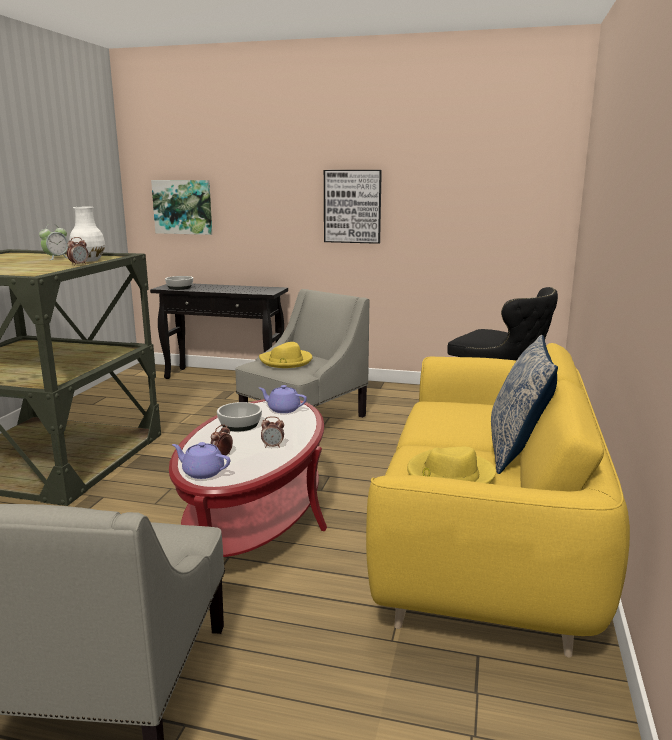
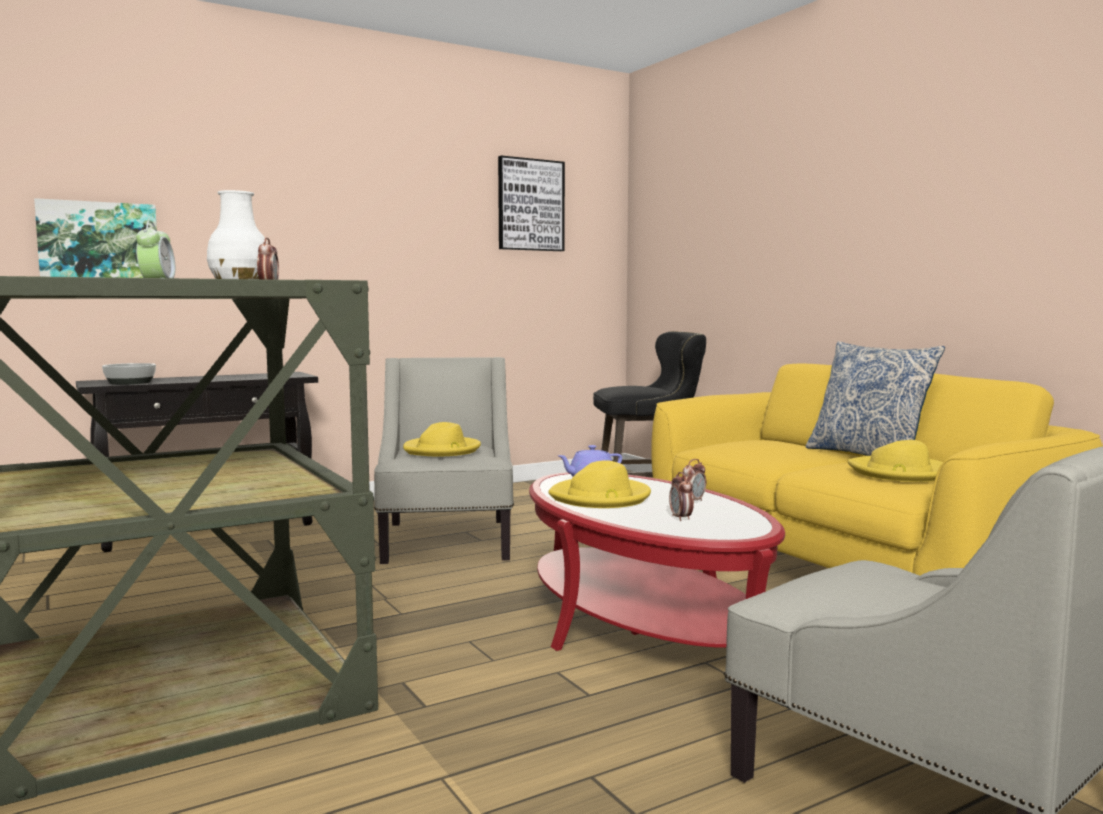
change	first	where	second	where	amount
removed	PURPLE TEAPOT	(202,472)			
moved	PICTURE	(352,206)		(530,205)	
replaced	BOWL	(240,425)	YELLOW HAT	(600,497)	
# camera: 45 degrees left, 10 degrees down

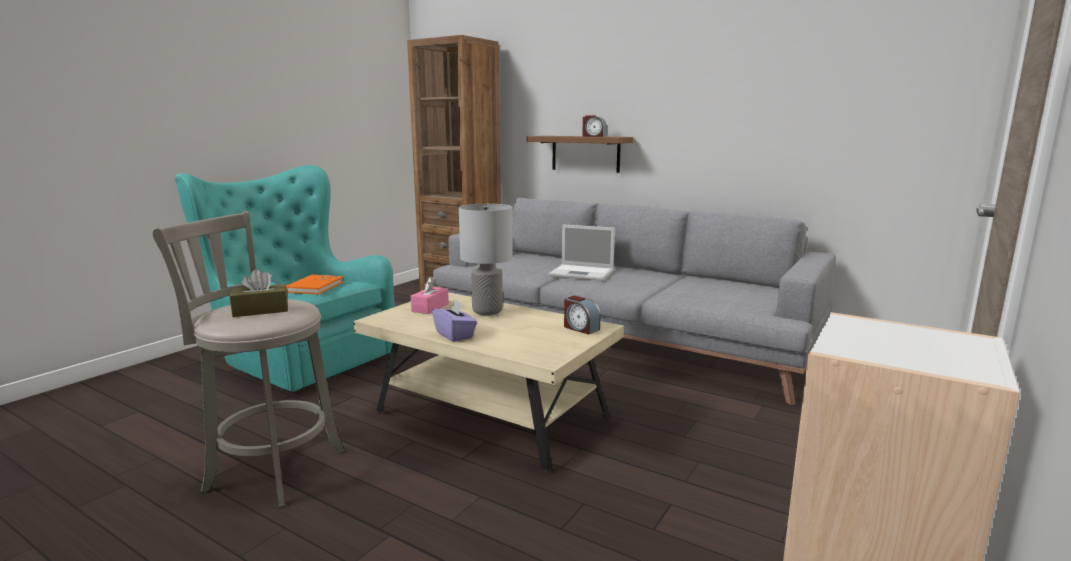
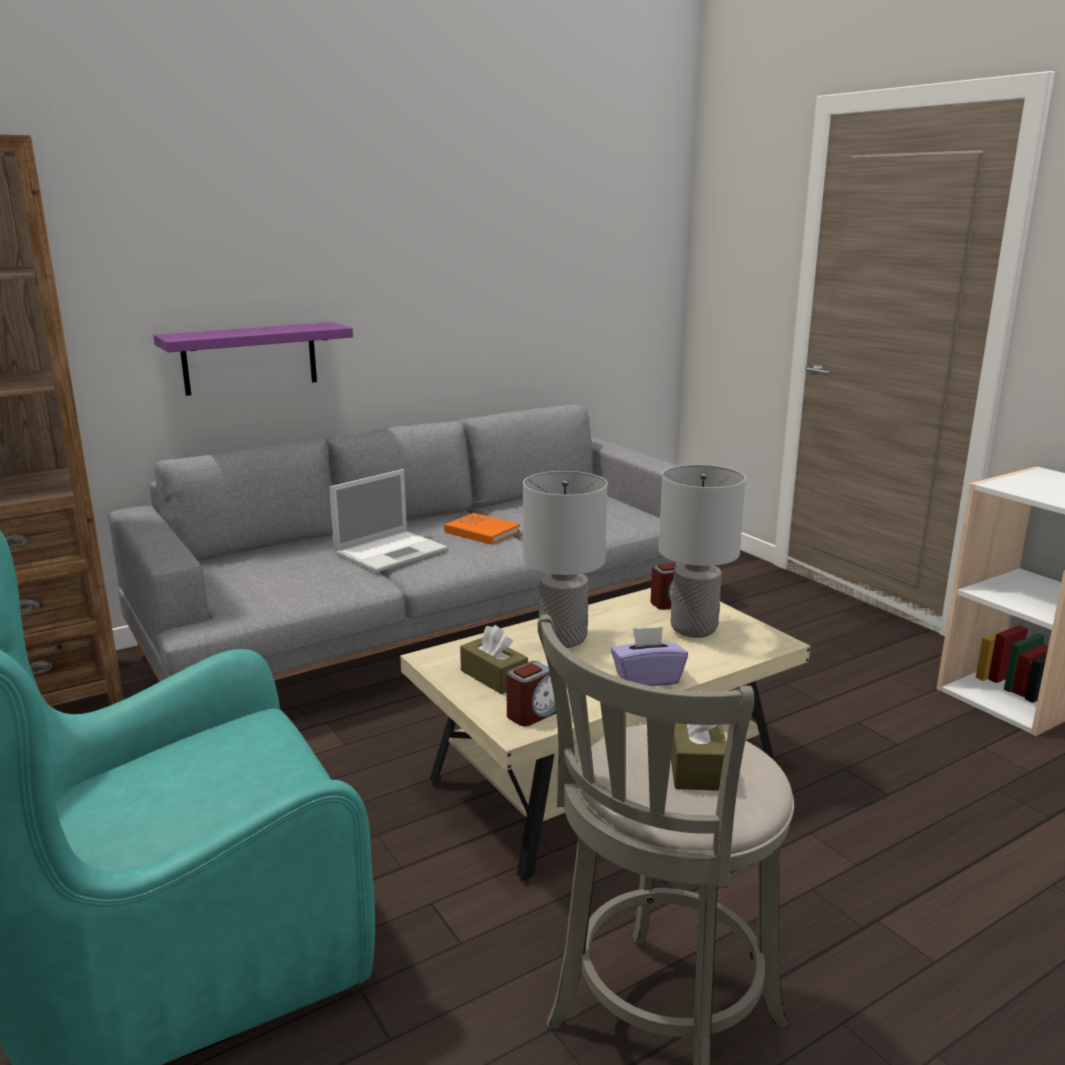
change	first	where	second	where	amount
added			GREY TABLE LAMP	(694,632)	
moved	ORANGE BOOK	(315,287)		(482,532)	
moved	ALARM CLOCK	(594,136)		(535,712)	
recoloured	PINK TISSUE BOX	(430,307)	BROWN TISSUE BOX	(494,677)	
recoloured	BROWN SHELF	(585,153)	PURPLE SHELF	(250,358)	
# camera: 65 degrees left, 5 degrees up

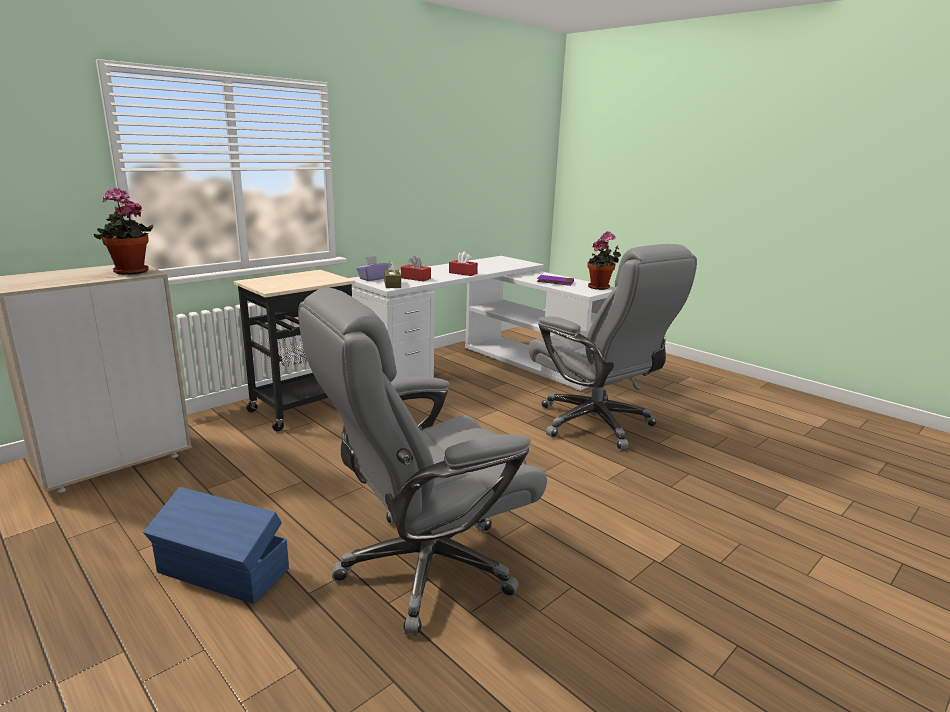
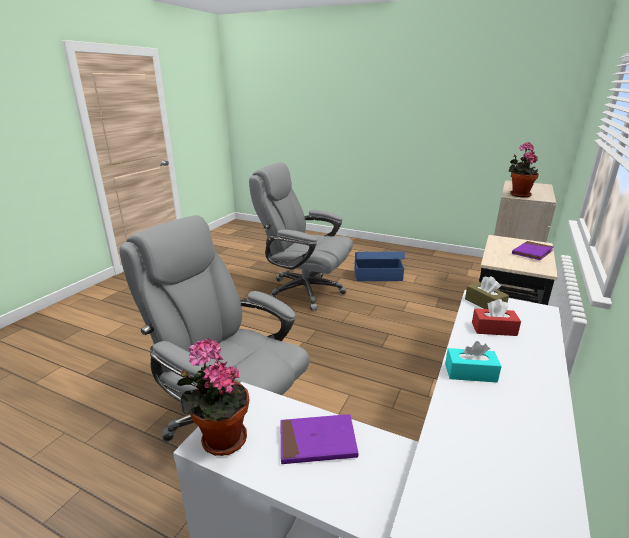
change	first	where	second	where	amount
removed	PURPLE TISSUE BOX	(372,278)			
added			PURPLE BOOK	(532,252)	
recoloured	RED TISSUE BOX	(463,273)	TURQUOISE TISSUE BOX	(470,373)	
turned	GREY OFFICE CHAIR	(427,567)		(305,291)	105 degrees counterclockwise
# camera: 160 degrees right, 5 degrees up

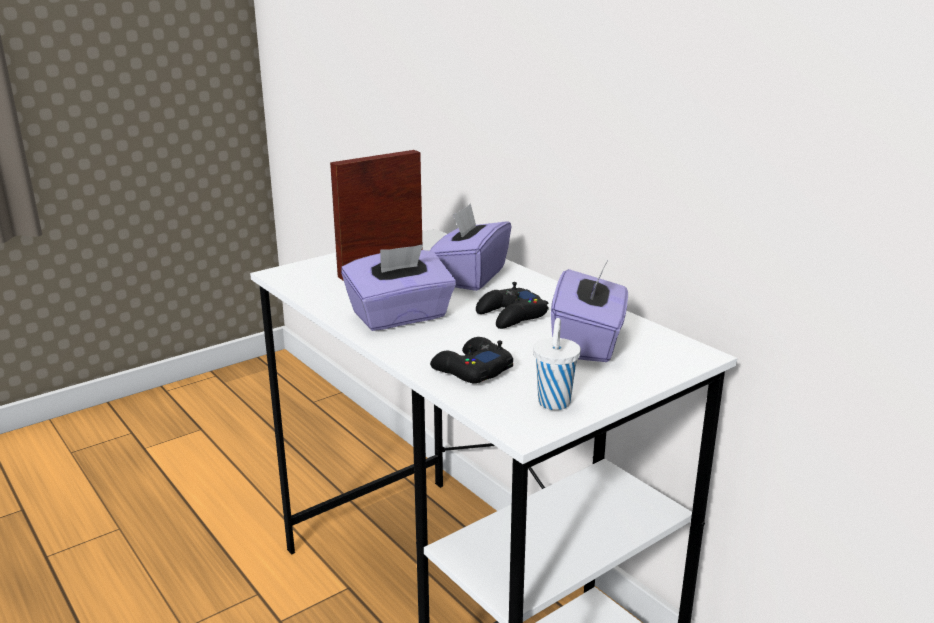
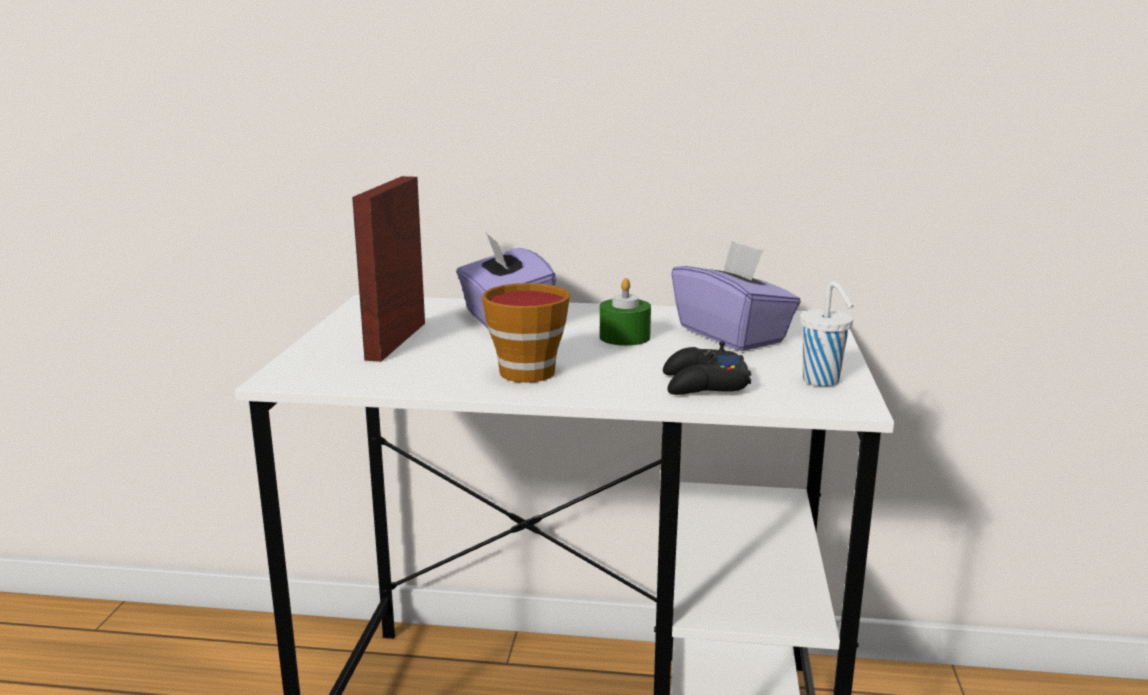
change	first	where	second	where	amount
replaced	PURPLE TISSUE BOX	(400,317)	CUP	(530,370)	
replaced	BLACK GAME CONTROLLER	(511,316)	GREEN CANDLE	(624,337)	
# camera: 45 degrees left, 5 degrees down

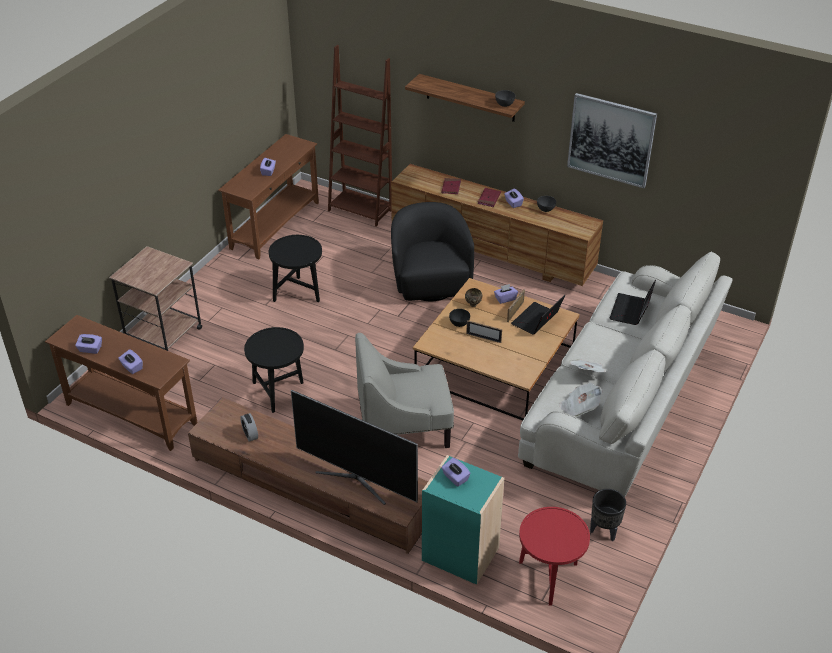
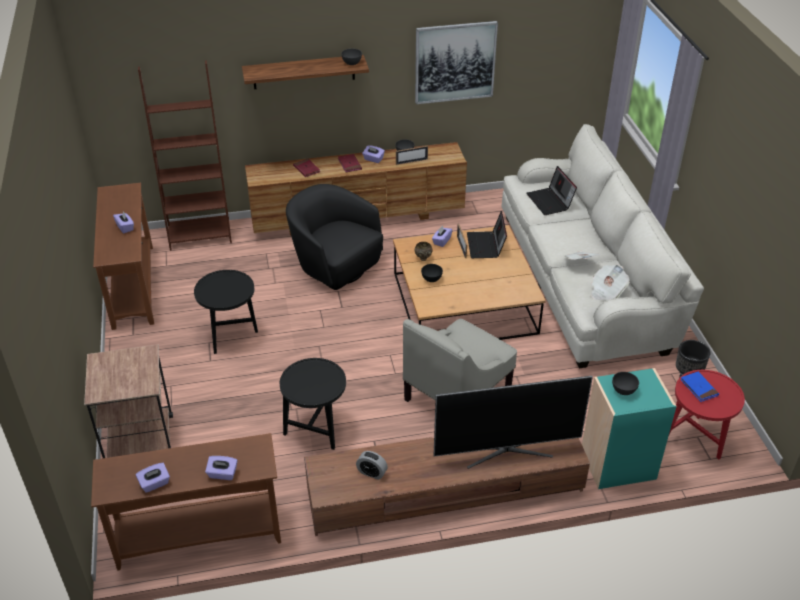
change	first	where	second	where	amount
added			BLUE BOOK	(699,388)	
moved	PICTURE FRAME	(483,338)		(411,161)	
replaced	PURPLE TISSUE BOX	(455,478)	GREY BOWL	(623,390)	
# camera: 40 degrees left, 0 degrees up

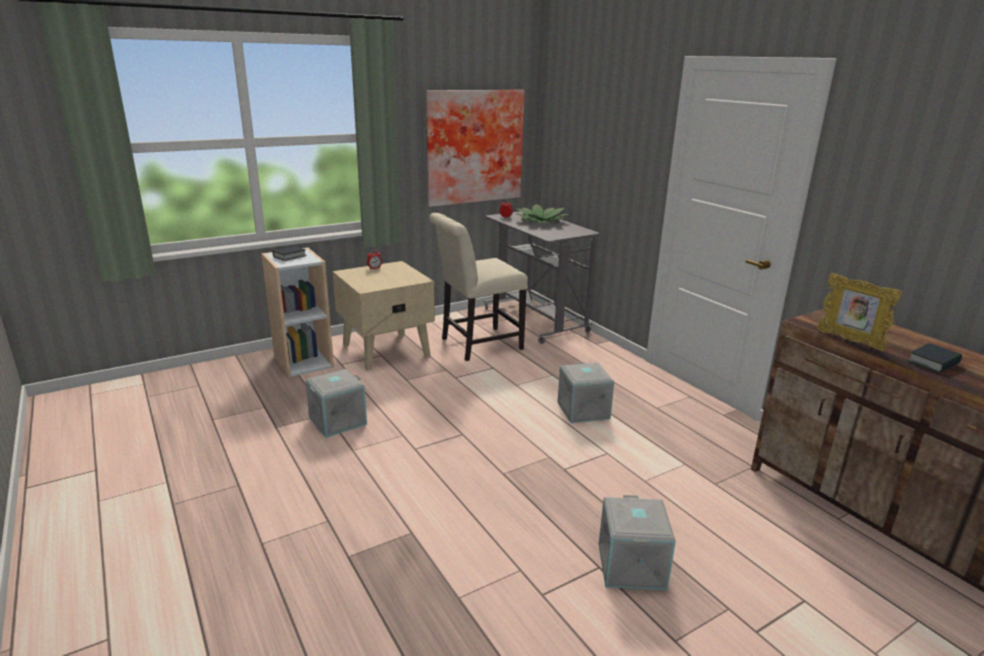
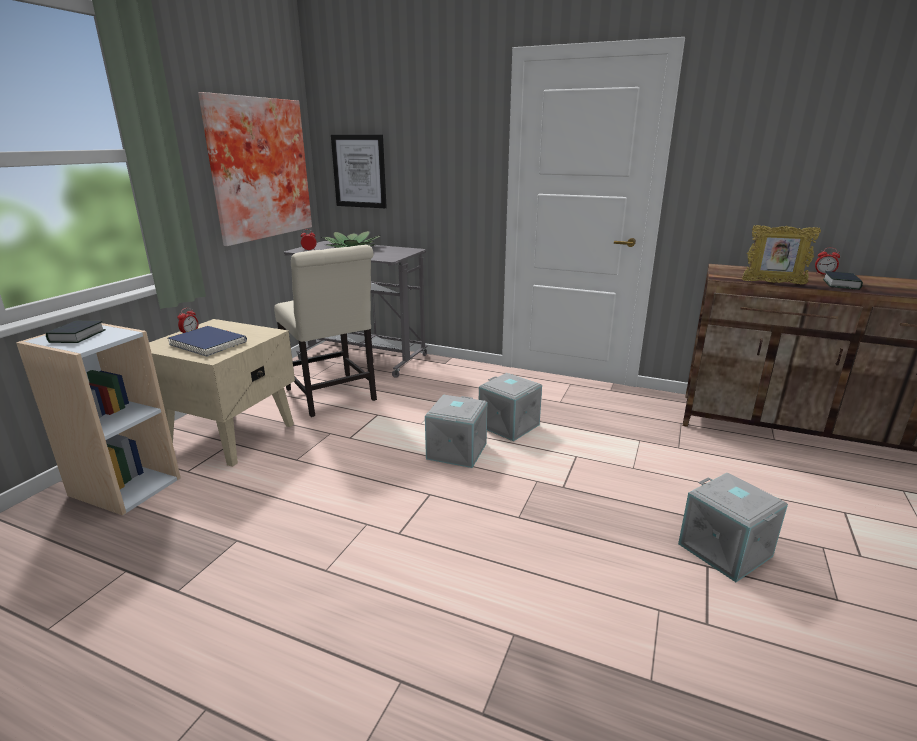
change	first	where	second	where	amount
added			BLUE BOOK	(208,344)	
added			PICTURE	(359,171)	
added			ALARM CLOCK	(824,274)	
moved	GREY STORAGE BOX	(337,420)		(456,450)	
turned	BEIGE CHAIR	(476,345)		(332,397)	60 degrees counterclockwise
# camera: 35 degrees left, 0 degrees up

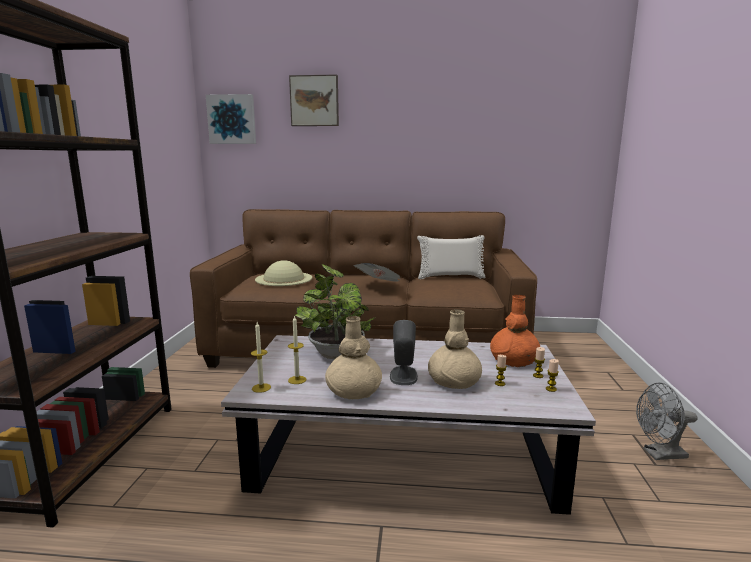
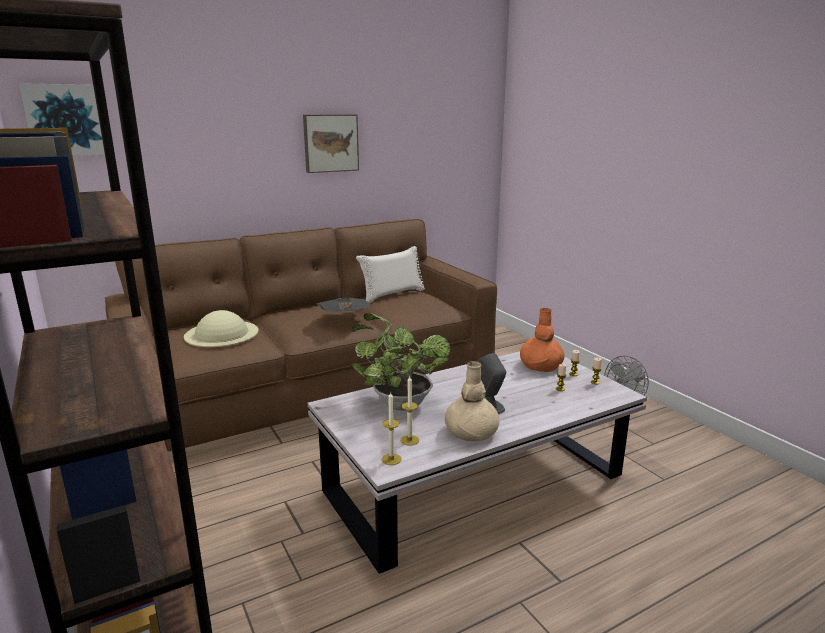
change	first	where	second	where	amount
removed	BEIGE VASE	(453,381)			
moved	PICTURE	(314,101)		(330,143)	
# camera: 35 degrees left, 5 degrees up

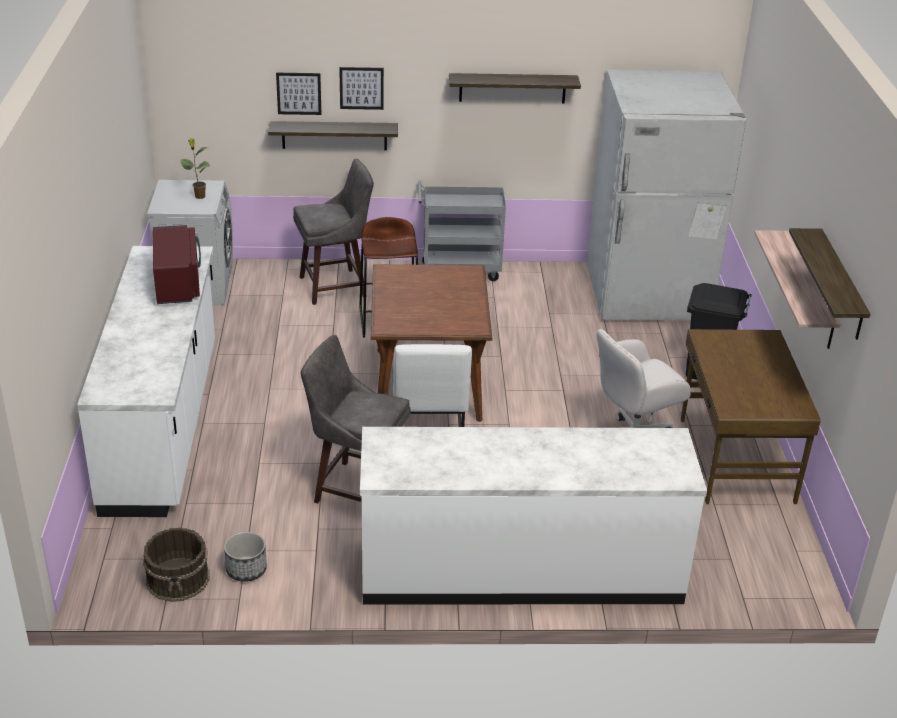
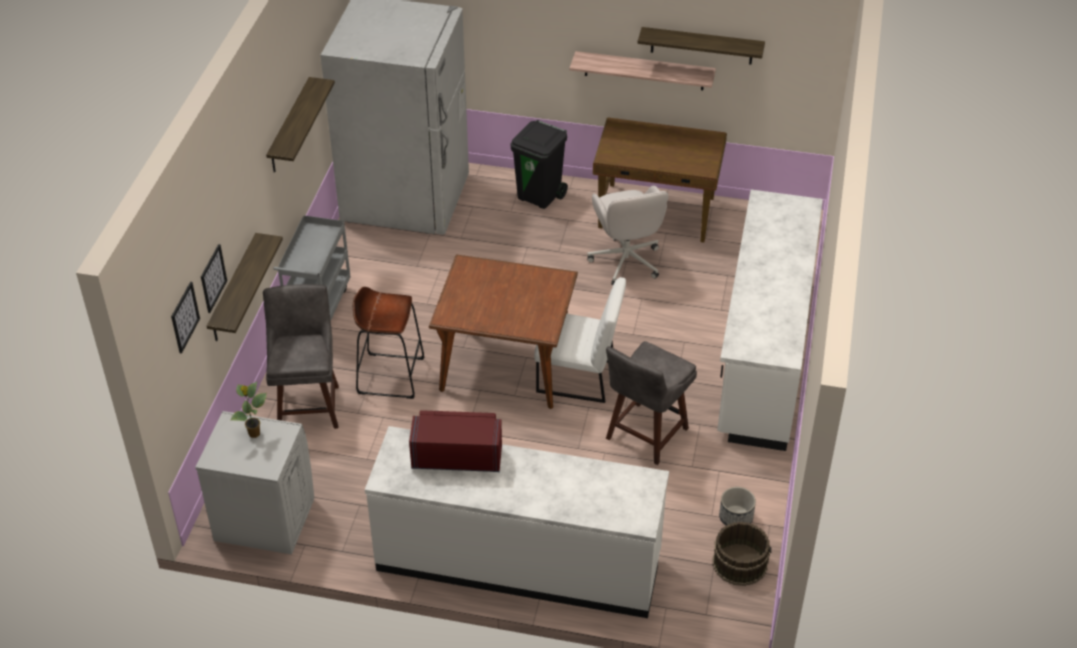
change	first	where	second	where	amount
moved	PICTURE	(361,88)		(185,317)	
# camera: 75 degrees left, 10 degrees up

